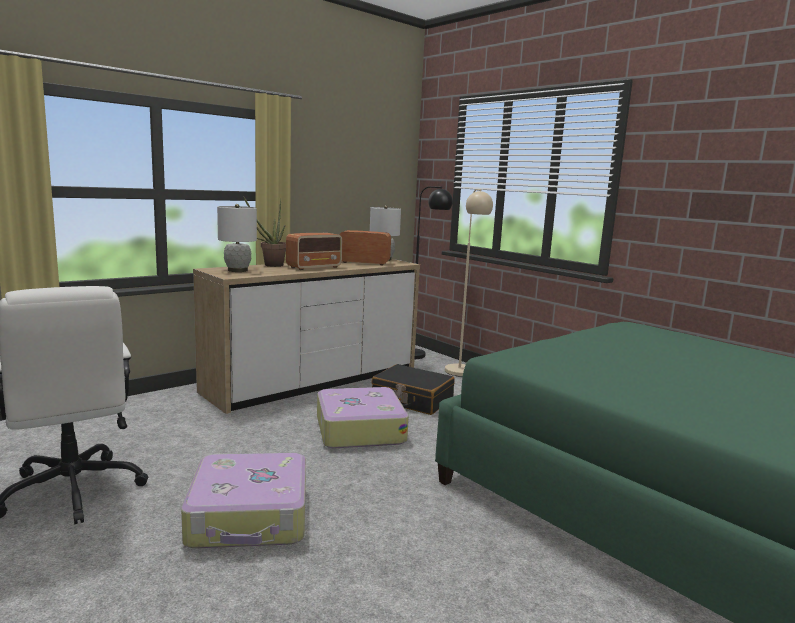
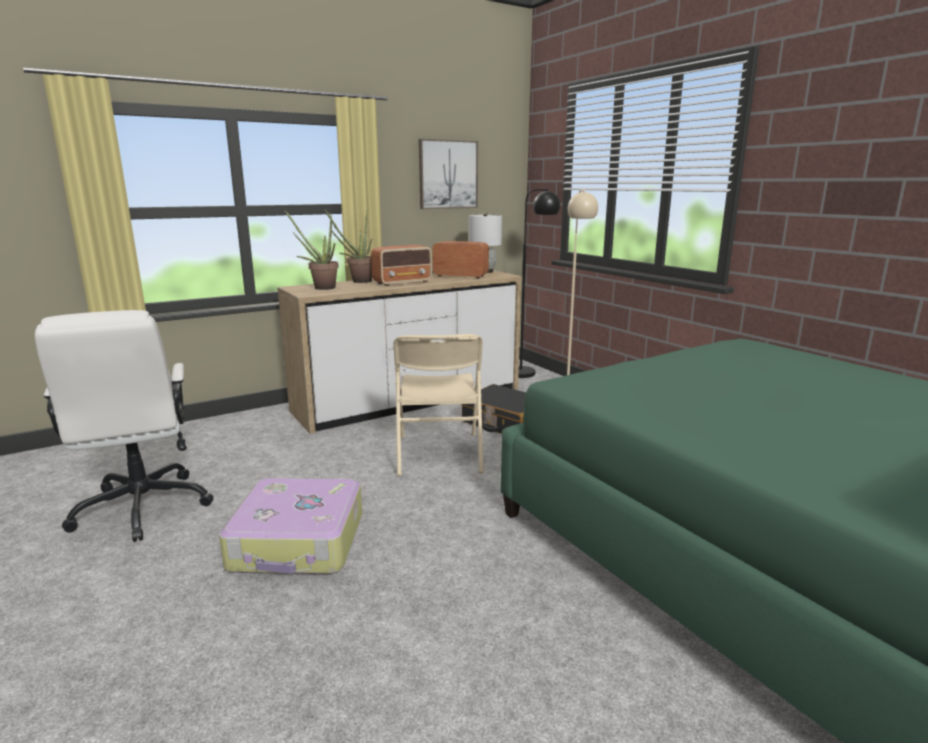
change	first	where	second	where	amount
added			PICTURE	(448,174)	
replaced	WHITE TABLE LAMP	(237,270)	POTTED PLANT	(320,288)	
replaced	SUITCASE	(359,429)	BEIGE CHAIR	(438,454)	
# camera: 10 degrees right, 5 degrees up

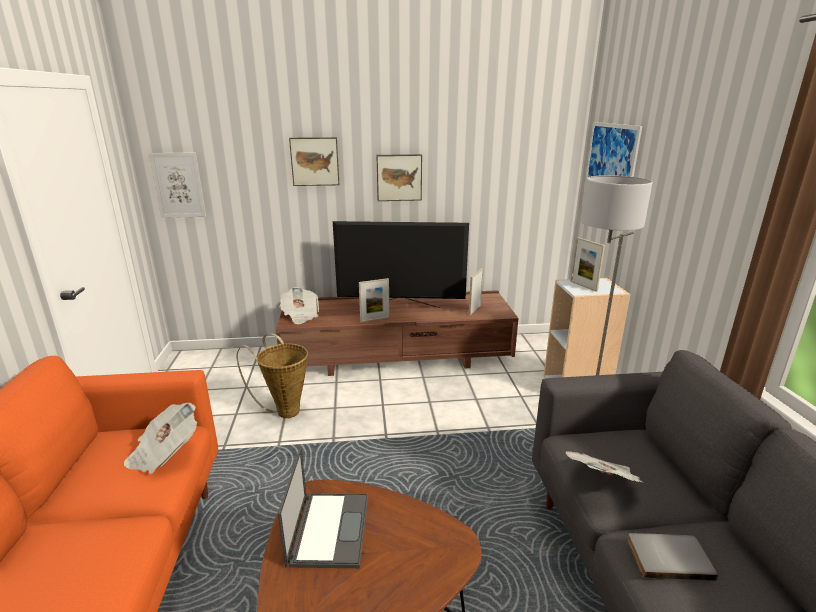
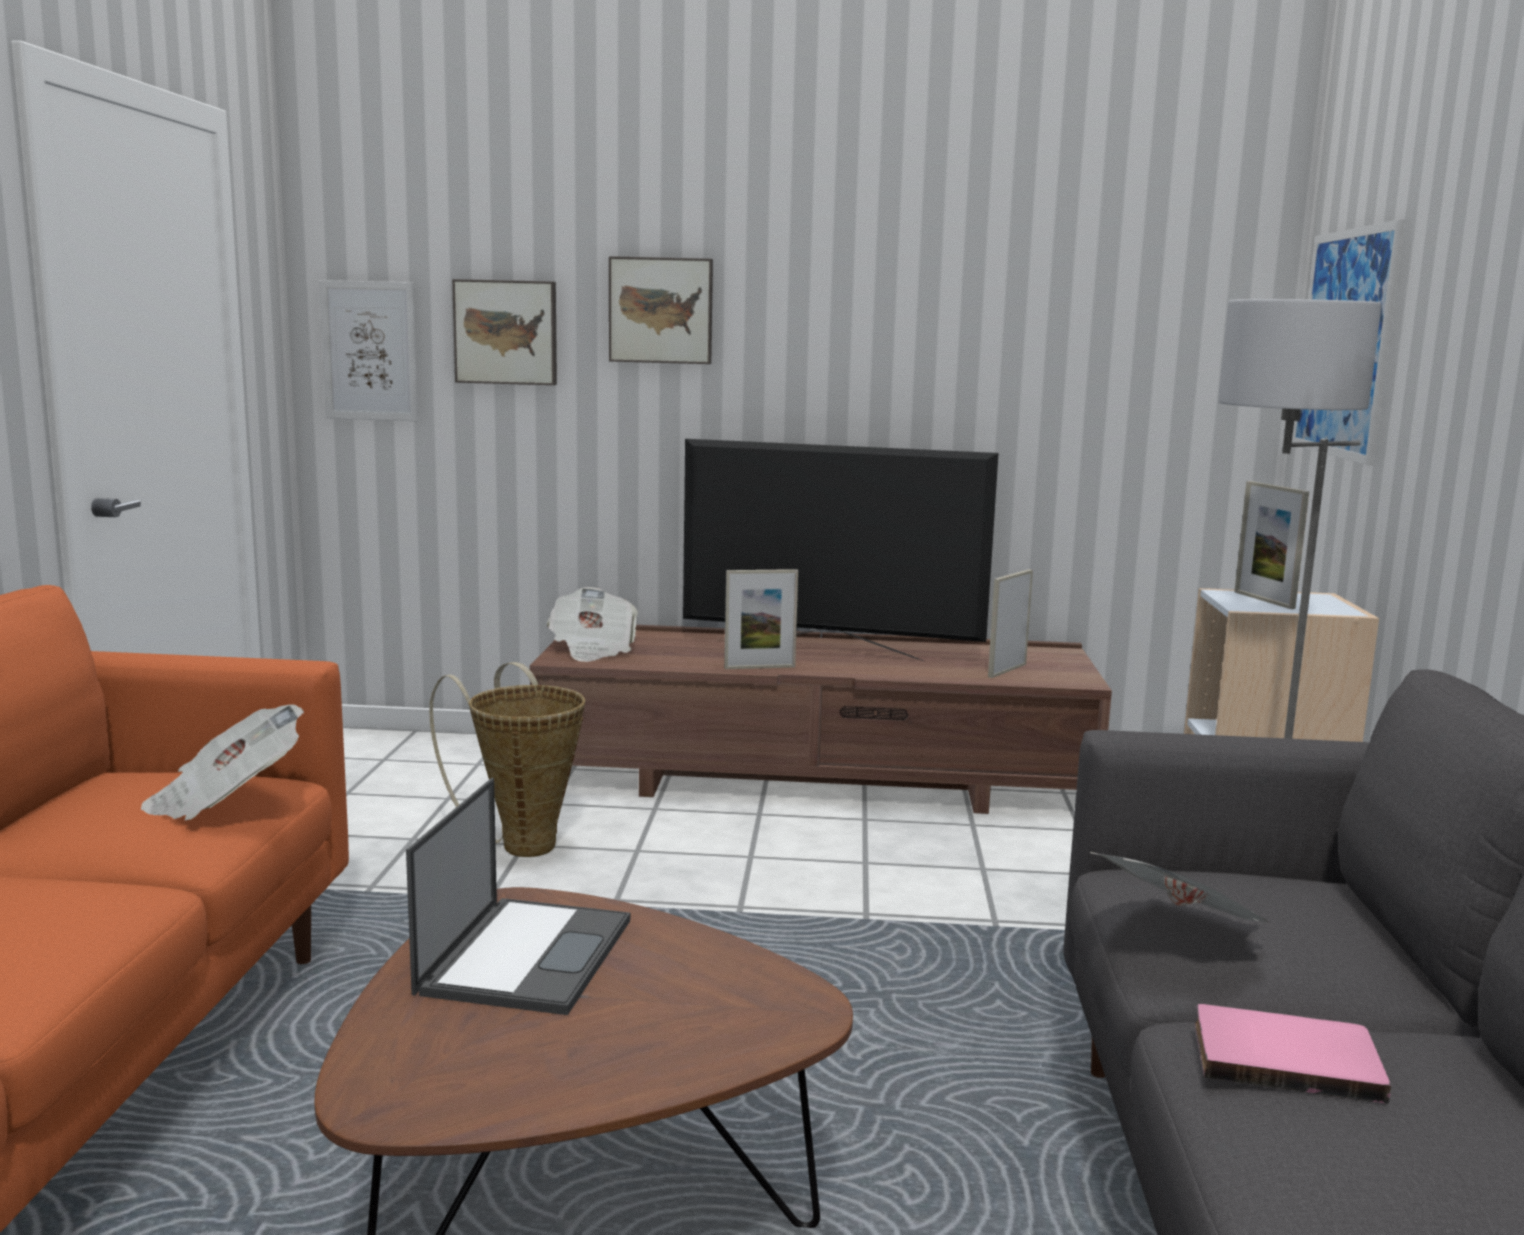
change	first	where	second	where	amount
moved	PICTURE	(399,177)		(506,332)	
recoloured	GREY BOOK	(667,556)	PINK BOOK	(1284,1057)	
# camera: 10 degrees right, 10 degrees down

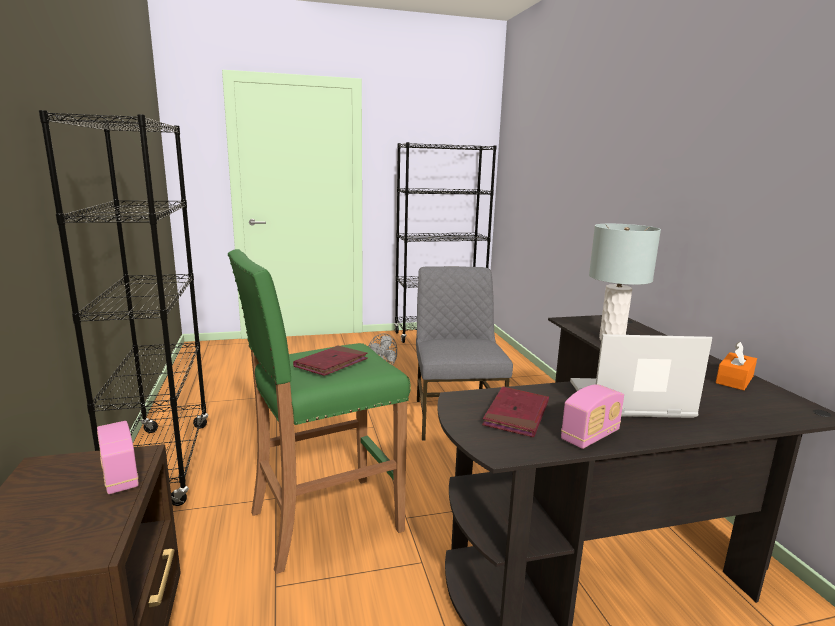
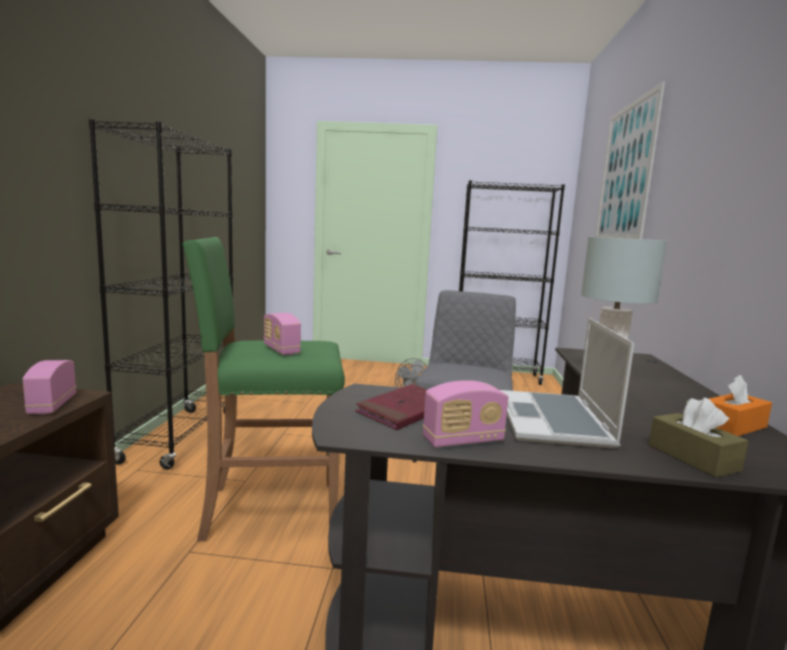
change	first	where	second	where	amount
added			PICTURE	(625,172)	
added			BROWN TISSUE BOX	(692,457)	
replaced	RED BOOK	(331,364)	RADIO	(281,350)	
turned	LAPTOP	(628,401)		(554,421)	105 degrees counterclockwise
# camera: 20 degrees right, 5 degrees down

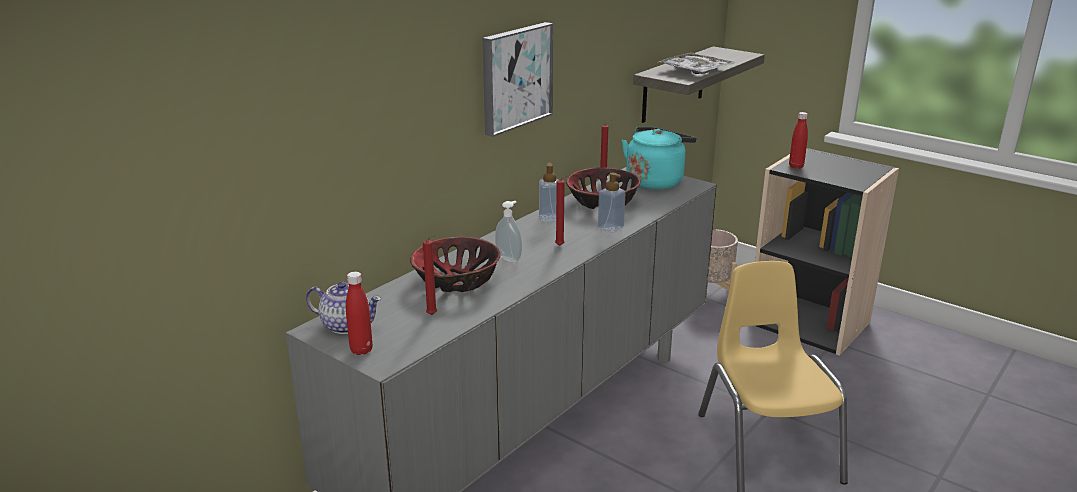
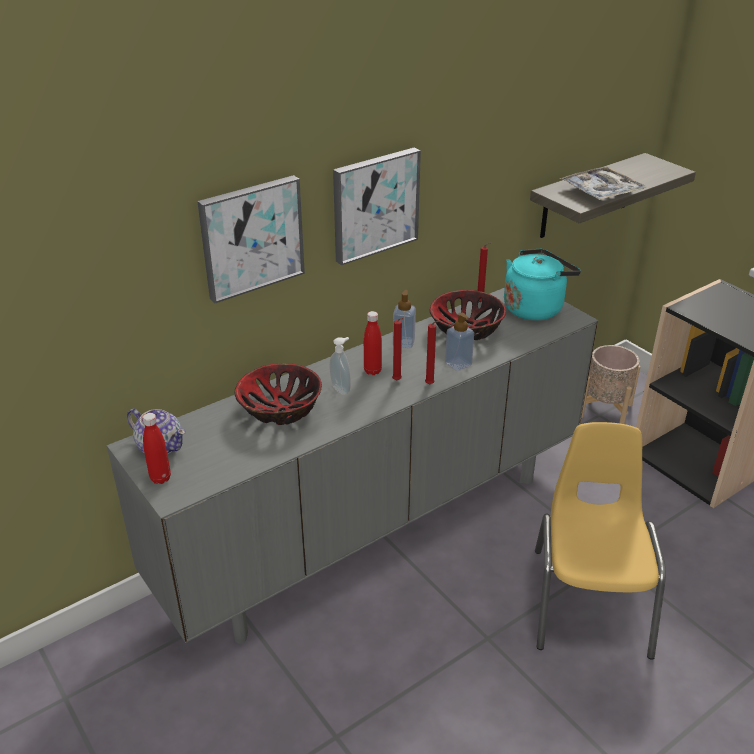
change	first	where	second	where	amount
added			PICTURE	(251,237)	
moved	RED CANDLE	(433,315)		(431,385)	
moved	RED BOTTLE	(796,166)		(372,371)	
# camera: 15 degrees right, 10 degrees up

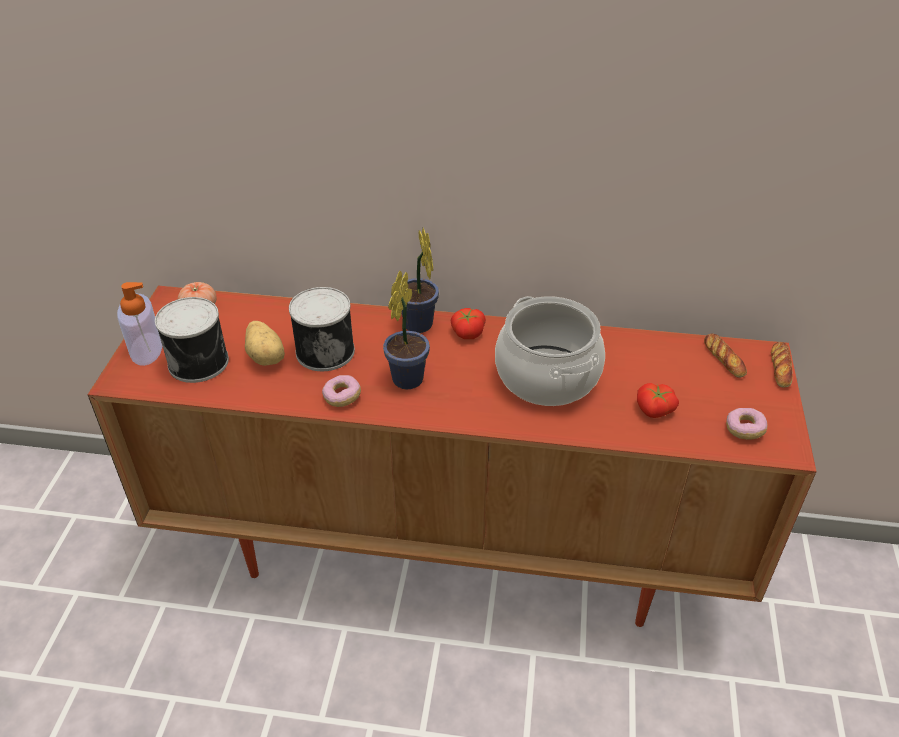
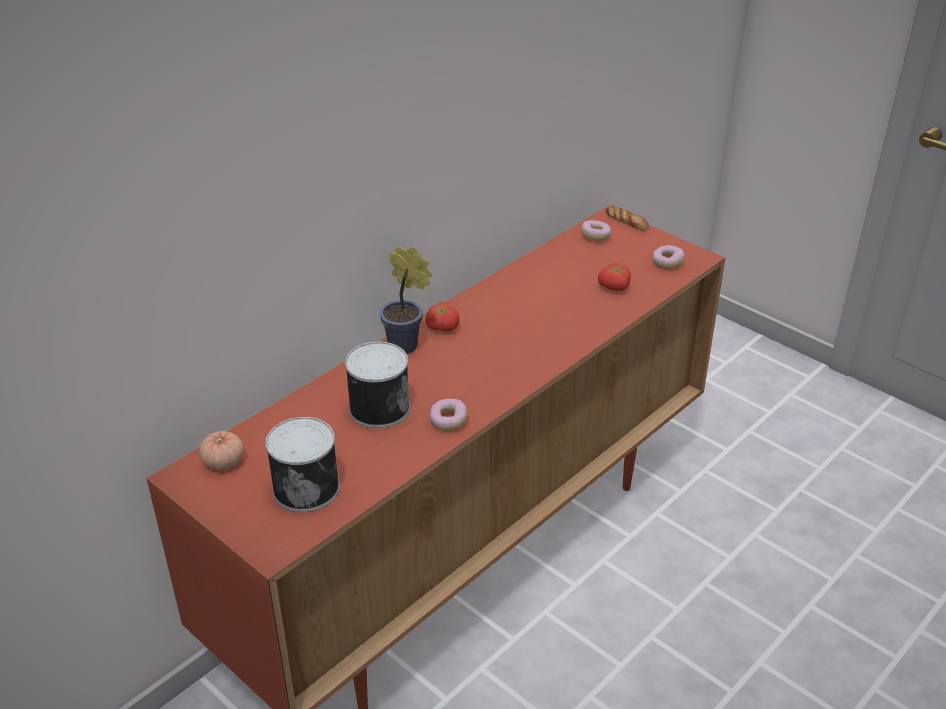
change	first	where	second	where	amount
removed	SOAP DISPENSER	(146,349)			
removed	POTATO	(266,357)			
removed	POTTED PLANT	(409,376)			
removed	COOKING POT	(548,376)			
replaced	BREAD	(724,359)	DONUT	(595,236)	
# camera: 55 degrees left, 5 degrees down

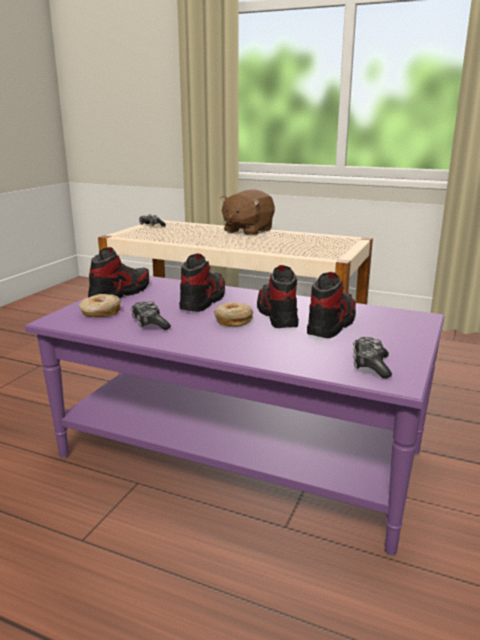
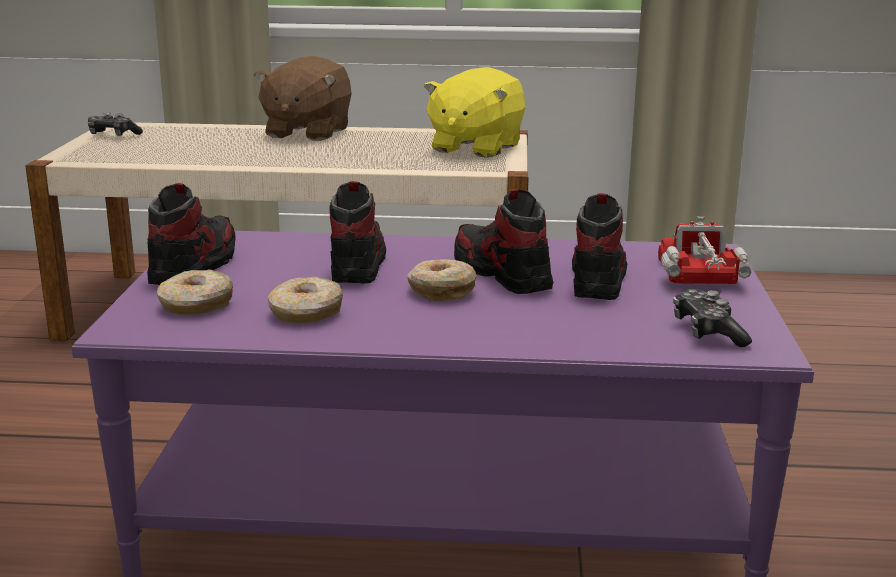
change	first	where	second	where	amount
added			YELLOW PLUSH TOY	(475,148)	
added			TOY TRUCK	(700,279)	
replaced	GAME CONTROLLER	(150,323)	DONUT	(306,313)	
# camera: 20 degrees left, 0 degrees up

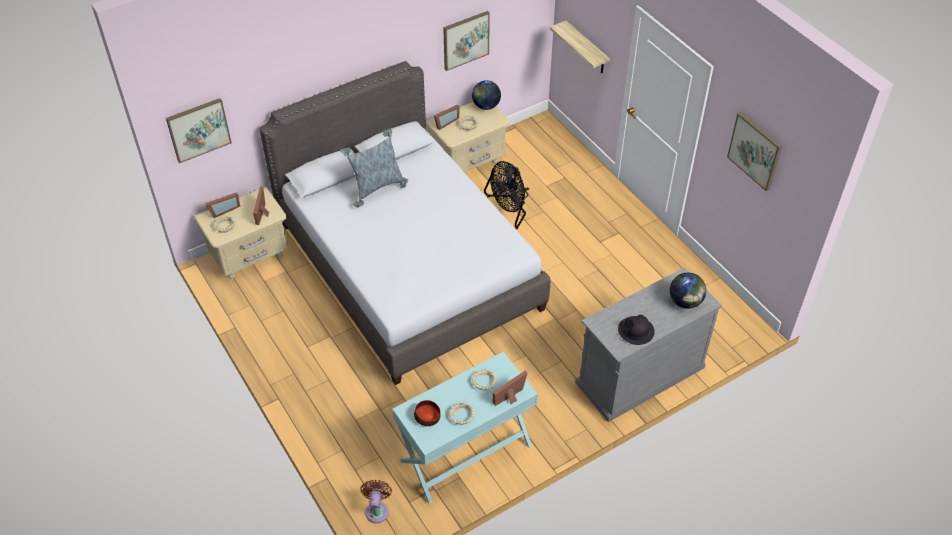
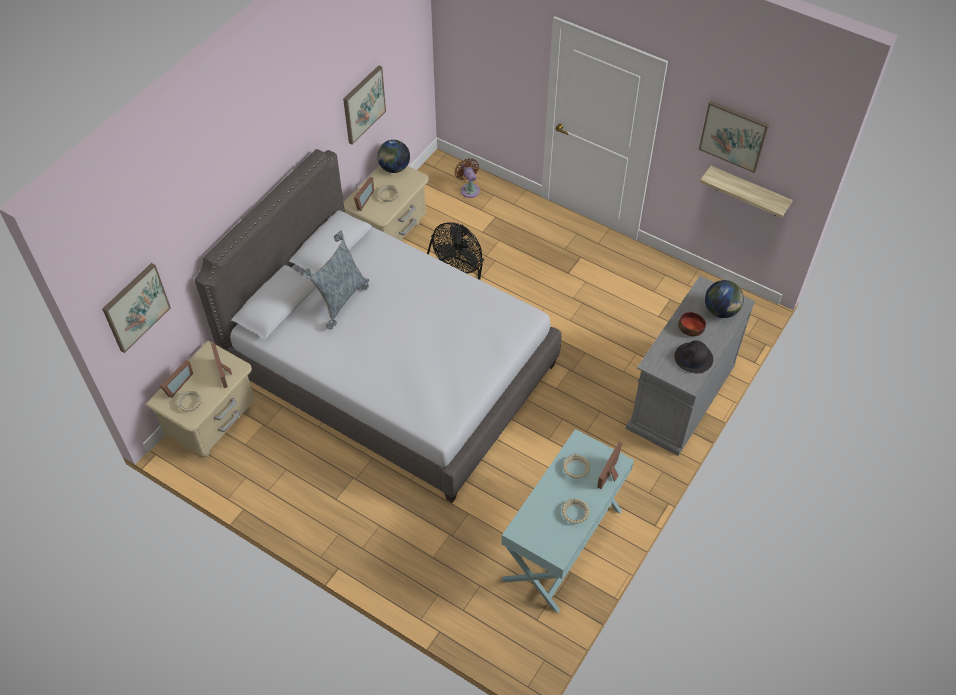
change	first	where	second	where	amount
moved	BROWN FAN	(377,510)		(469,189)	
moved	BOWL	(427,417)		(691,328)	
moved	SHELF	(586,48)		(748,192)	
# camera: 25 degrees left, 5 degrees up

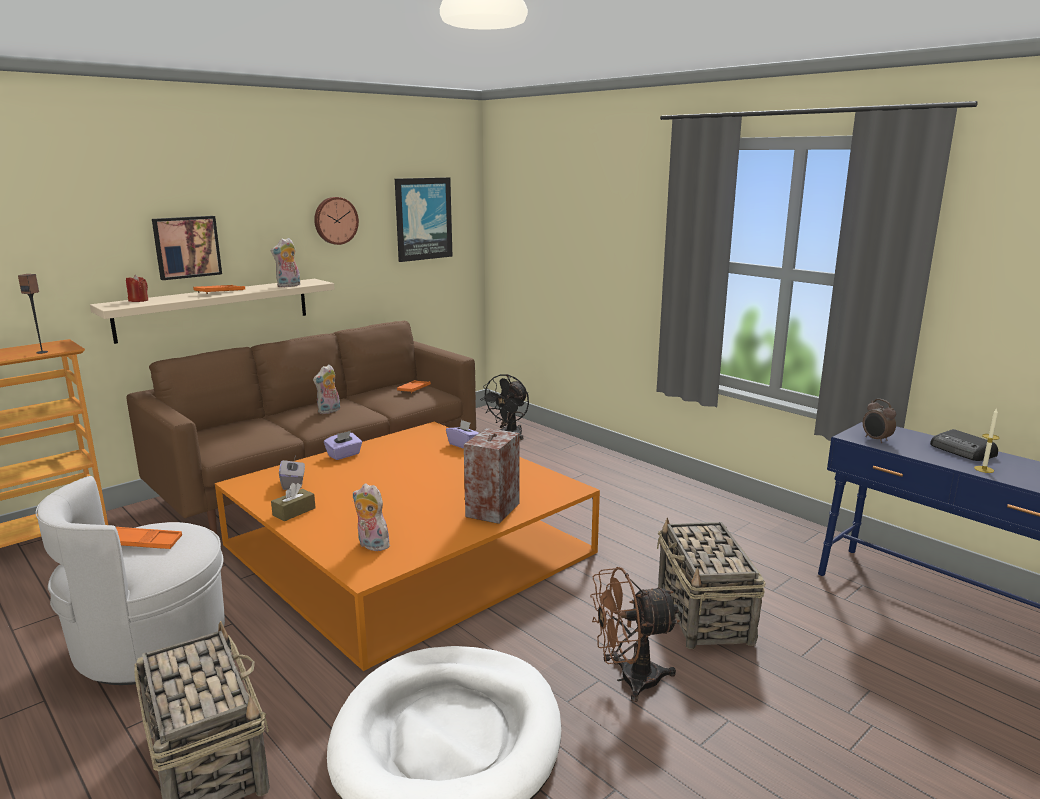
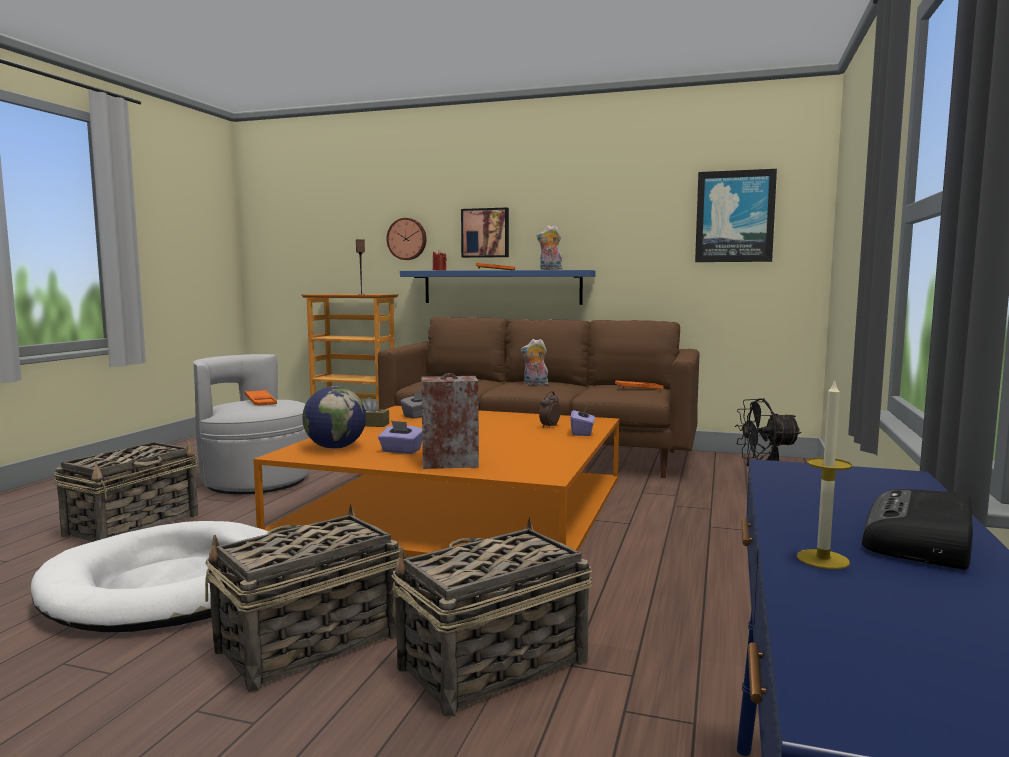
change	first	where	second	where	amount
moved	WALL CLOCK	(335,220)		(407,239)	
moved	PURPLE TISSUE BOX	(344,455)		(401,451)	
moved	ALARM CLOCK	(876,440)		(549,427)	
replaced	PLUSH TOY	(371,545)	GLOBE	(335,447)	
replaced	BROWN FAN	(629,680)	BASKET	(307,644)	
recoloured	BEIGE SHELF	(215,309)	BLUE SHELF	(501,287)	
# camera: 60 degrees right, 10 degrees down

